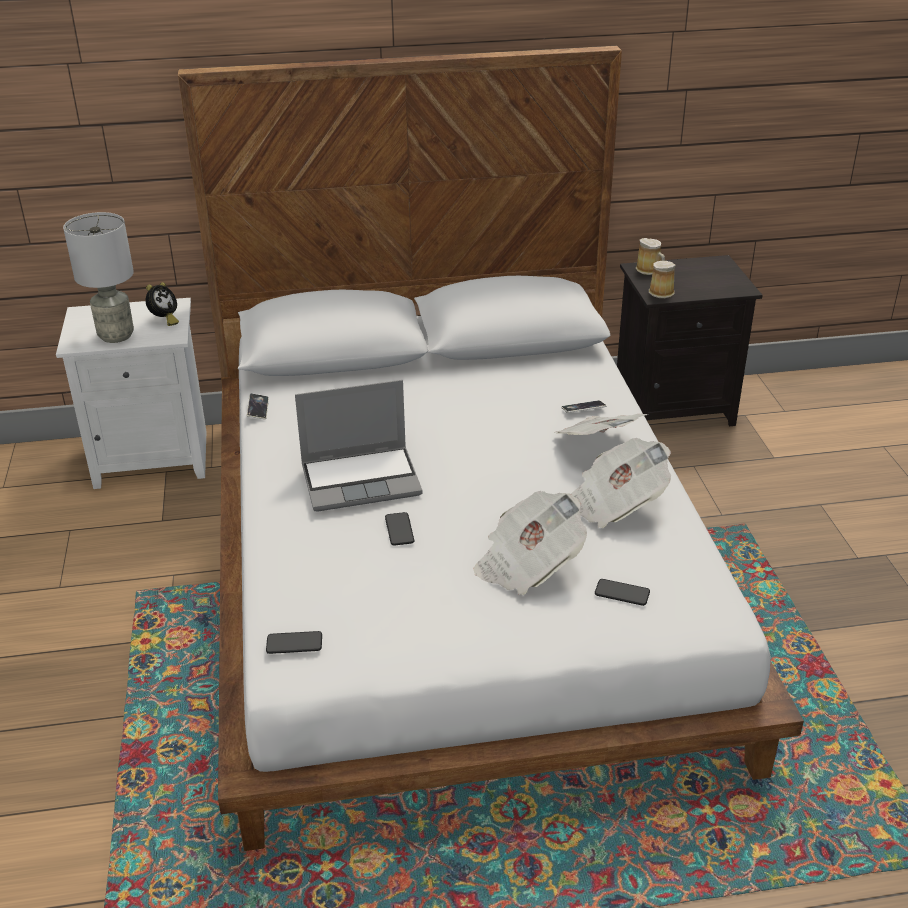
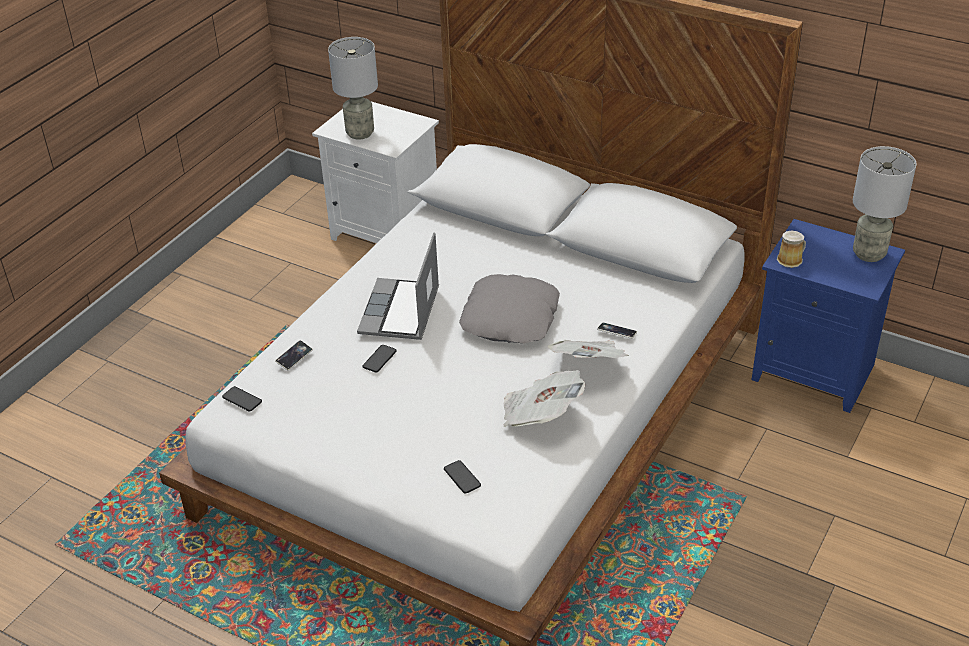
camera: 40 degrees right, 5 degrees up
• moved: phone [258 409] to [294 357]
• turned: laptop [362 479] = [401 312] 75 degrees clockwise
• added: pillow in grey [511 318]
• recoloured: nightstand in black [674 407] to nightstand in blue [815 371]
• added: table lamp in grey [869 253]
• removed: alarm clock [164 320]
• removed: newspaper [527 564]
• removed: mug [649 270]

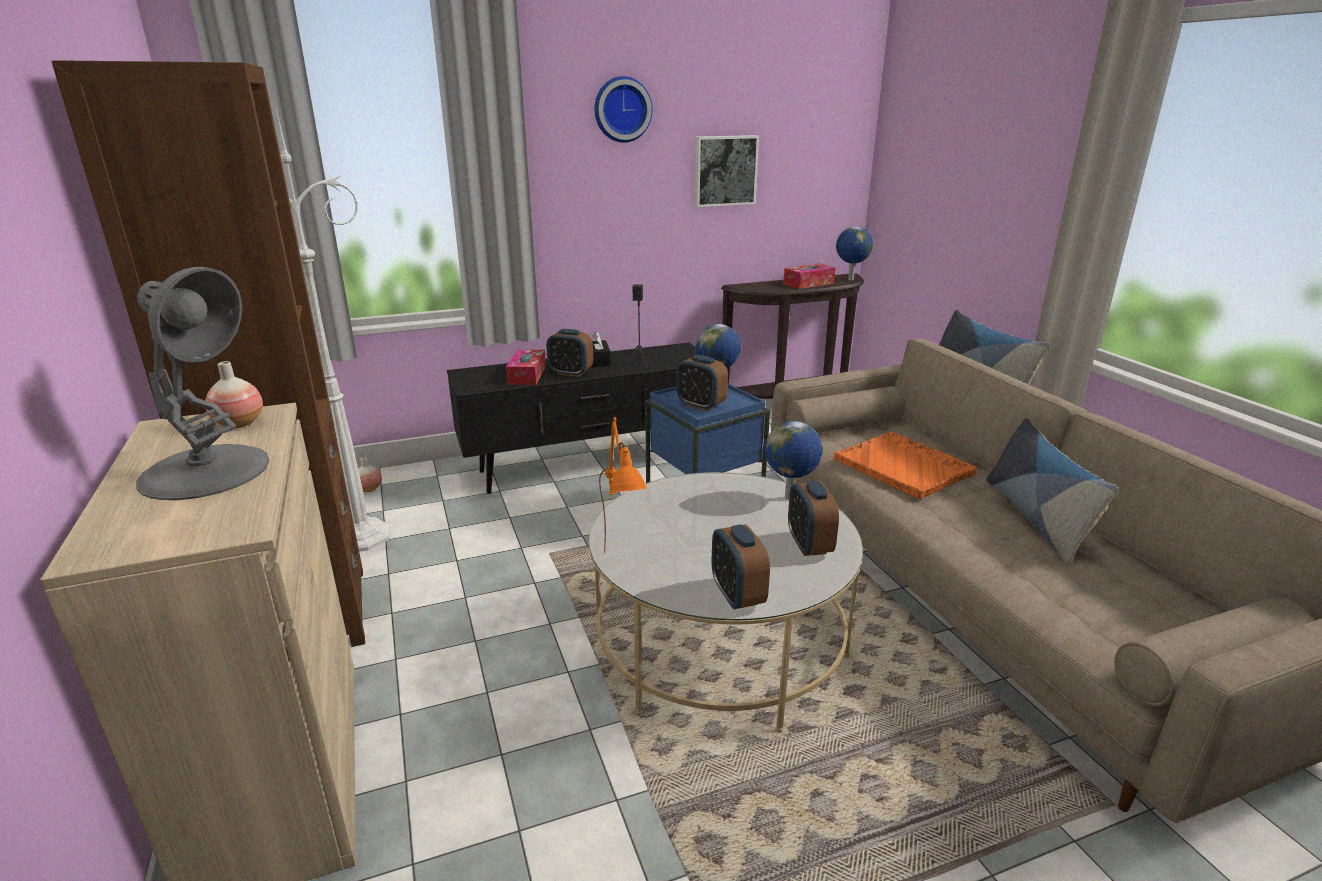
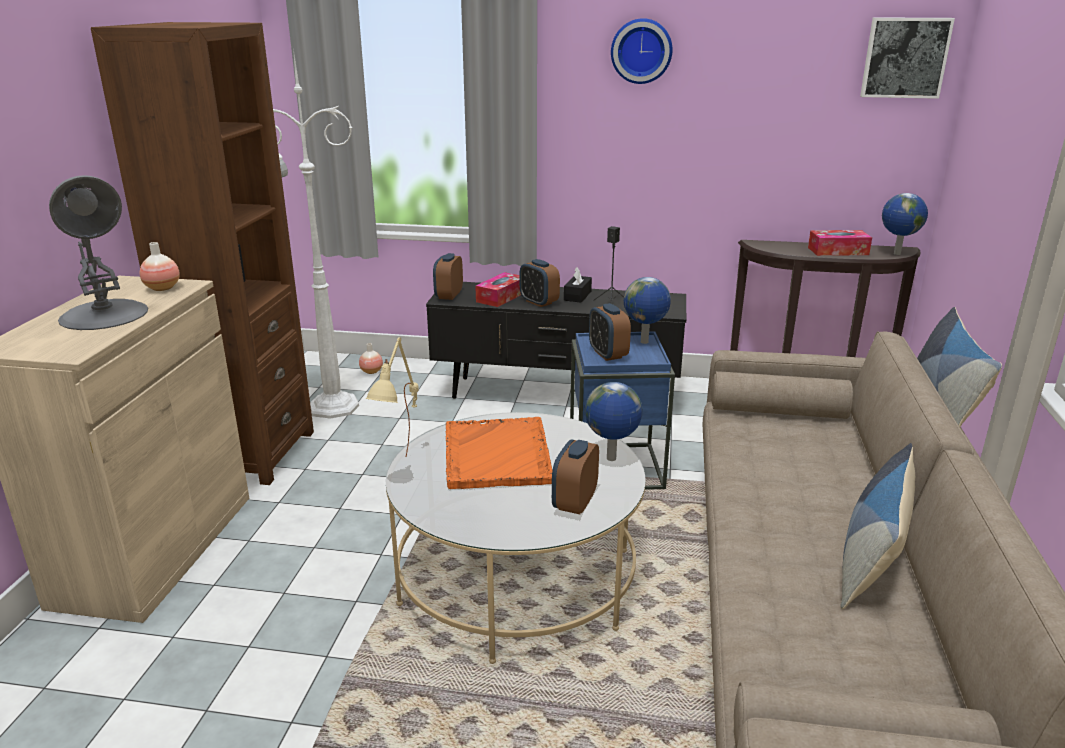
camera: 30 degrees right, 0 degrees up
• recoloured: table lamp in orange [623 569] to table lamp in beige [403 473]
• moved: alarm clock [737 595] to [448 295]
• moved: tray in orange [904 467] to [497 455]
• moved: picture [724 170] to [905 58]

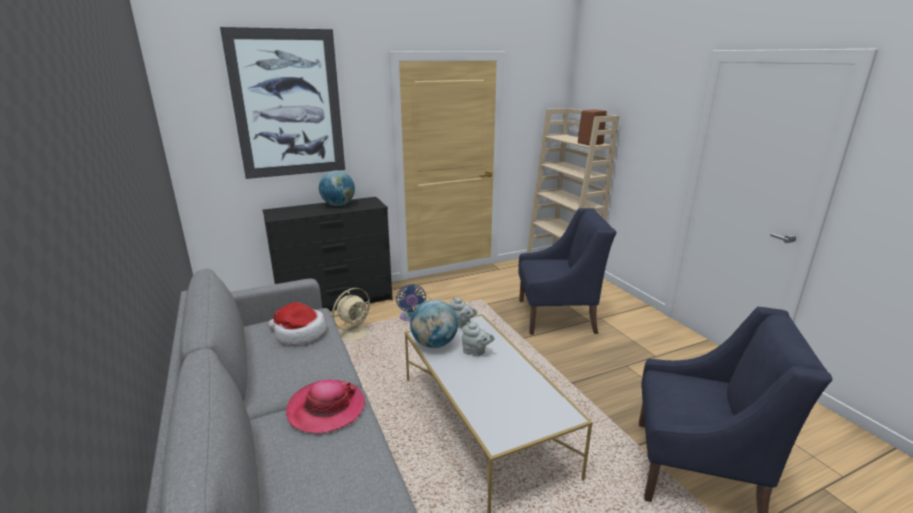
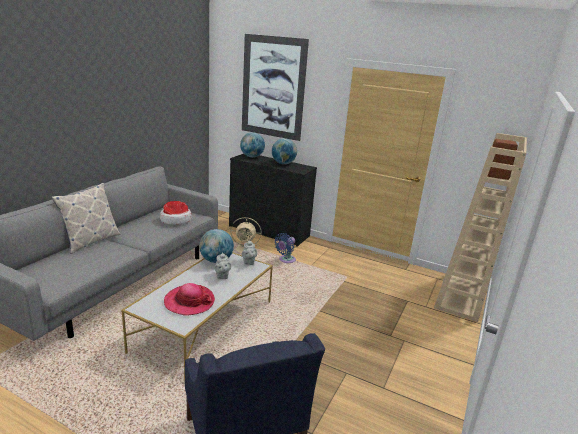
camera: 50 degrees right, 0 degrees up
• added: pillow [90 241]
• moved: hat [326 408] to [189 301]
• added: globe [252 157]
• removed: armchair in blue [557 316]

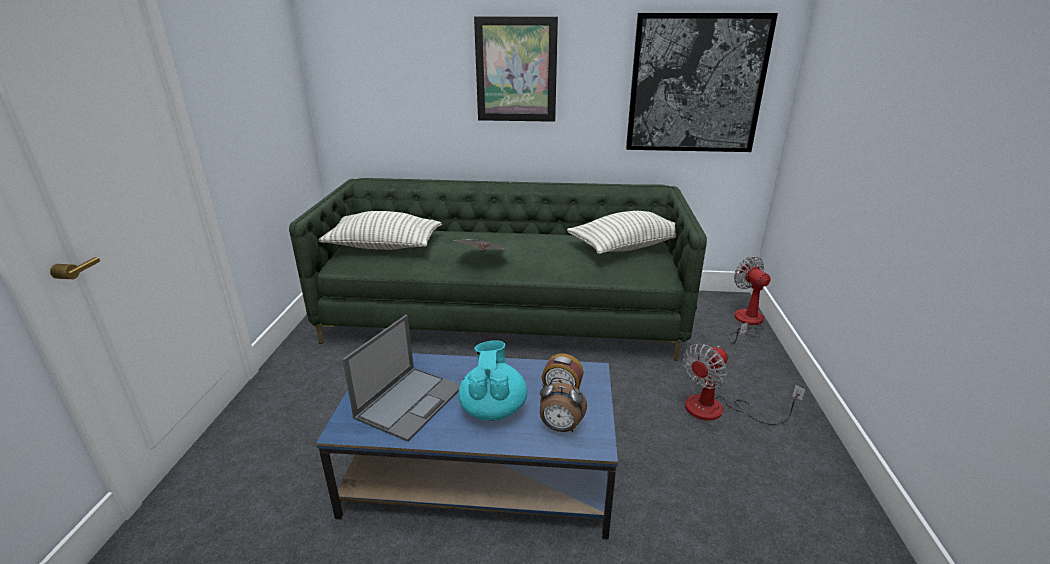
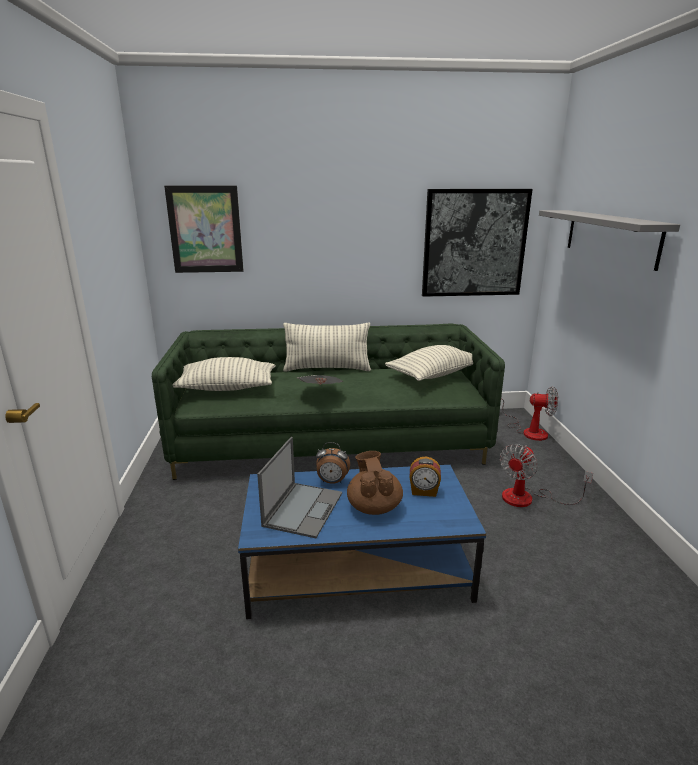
camera: 10 degrees left, 5 degrees down
• moved: picture [516 70] to [205 229]
• added: pillow [327 369]
• moved: alarm clock [560 428] to [332 482]
• recoloured: teapot in turquoise [493 408] to teapot in brown [374 506]
• turned: fan [746 322] = [528 431] 135 degrees clockwise
• added: shelf in grey [610 237]

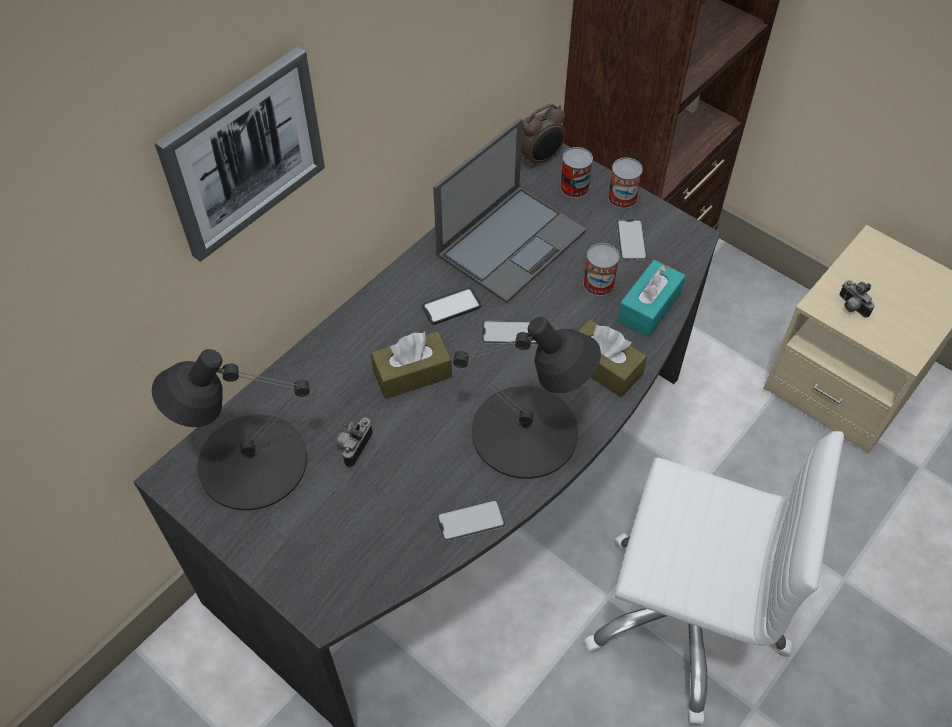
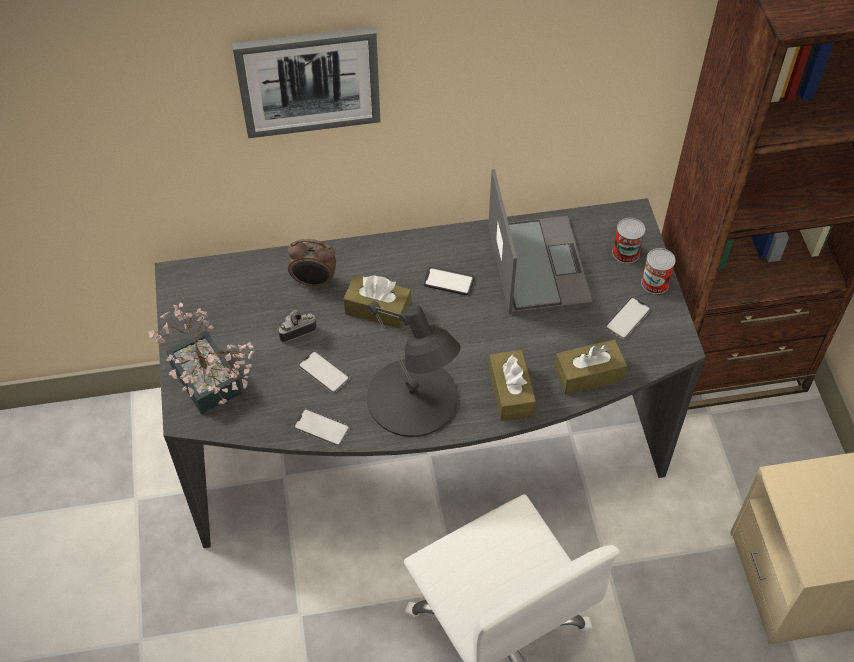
camera: 40 degrees right, 0 degrees up
• added: potted plant [209 386]
• moved: alarm clock [540 159] to [314 282]
• moved: phone [510 333] to [323 372]
• turned: laptop [512 242] = [537 263] 90 degrees counterclockwise
• recoloured: tissue box in turquoise [649 307] to tissue box in brown [588 374]
• removed: table lamp in black [250 461]
• removed: can [598 284]
• removed: photo camera [851 307]

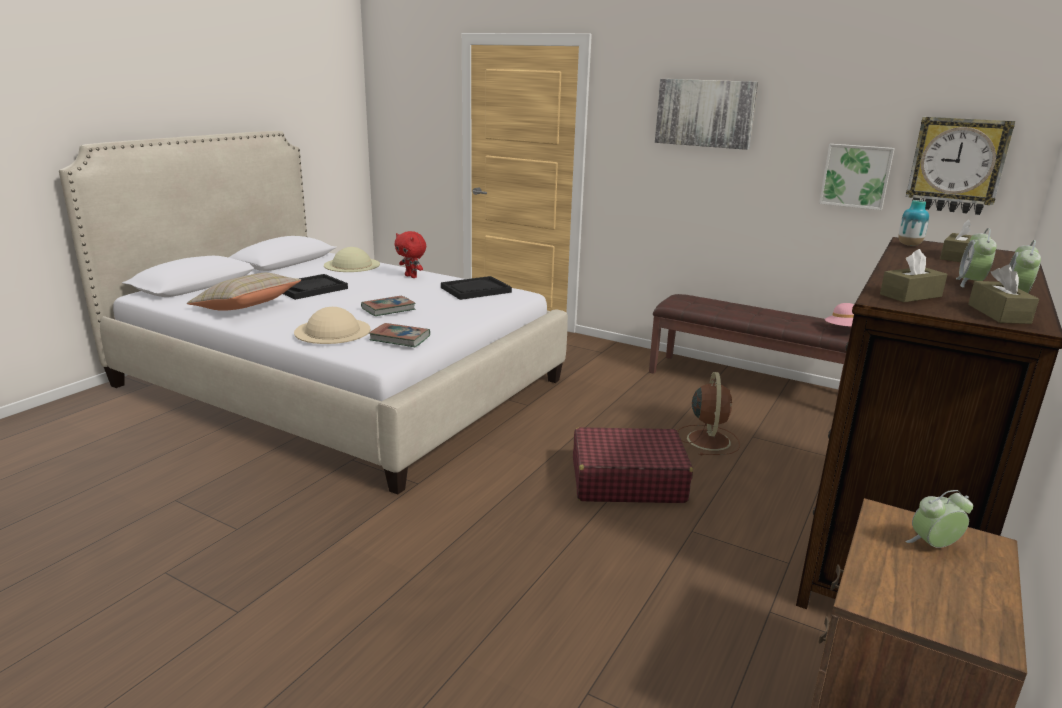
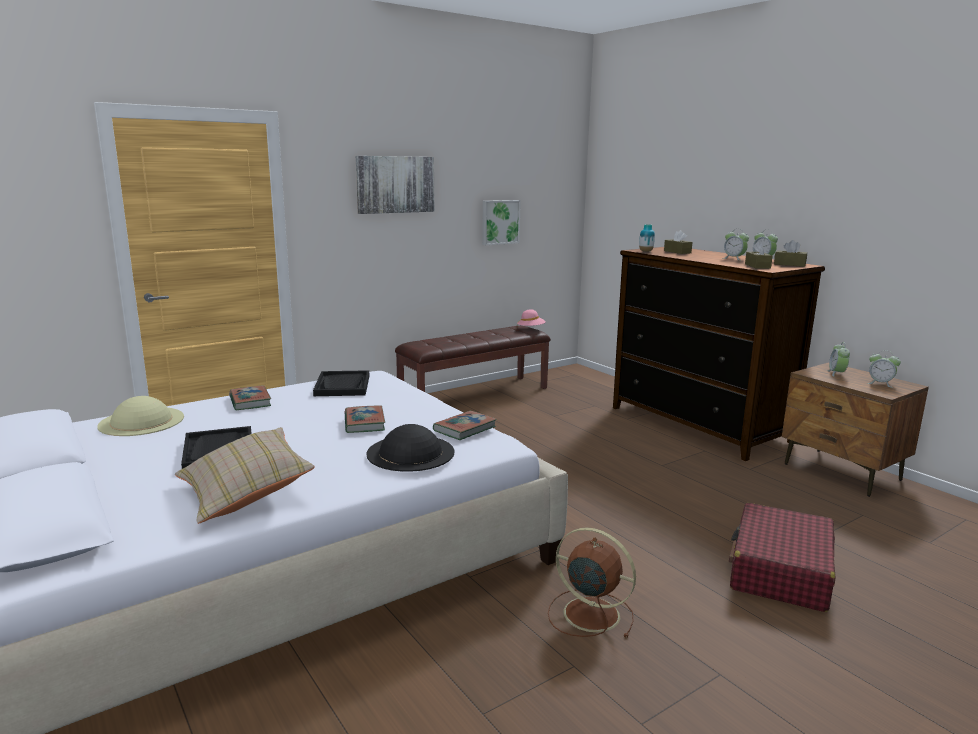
camera: 65 degrees left, 5 degrees down
• replaced: plush toy in red [411 276] to book [250 401]
• recoloured: hat in beige [332 330] to hat in black [410 452]
• moved: fan in brown [708 439] to [589 613]
• moved: suitcase in red [627 480] to [780 571]
• added: alarm clock [880 383]
• removed: wall clock [956 165]

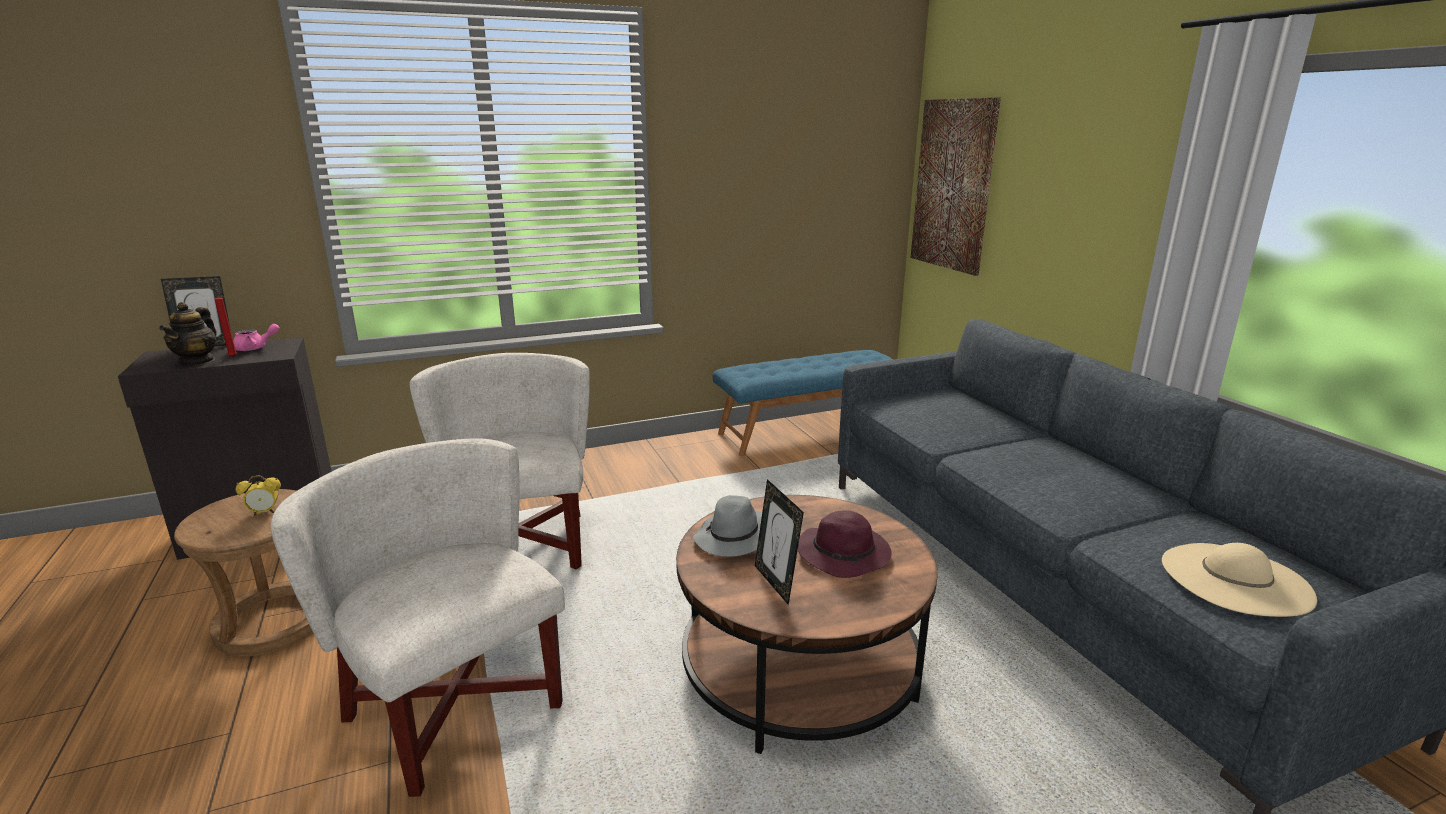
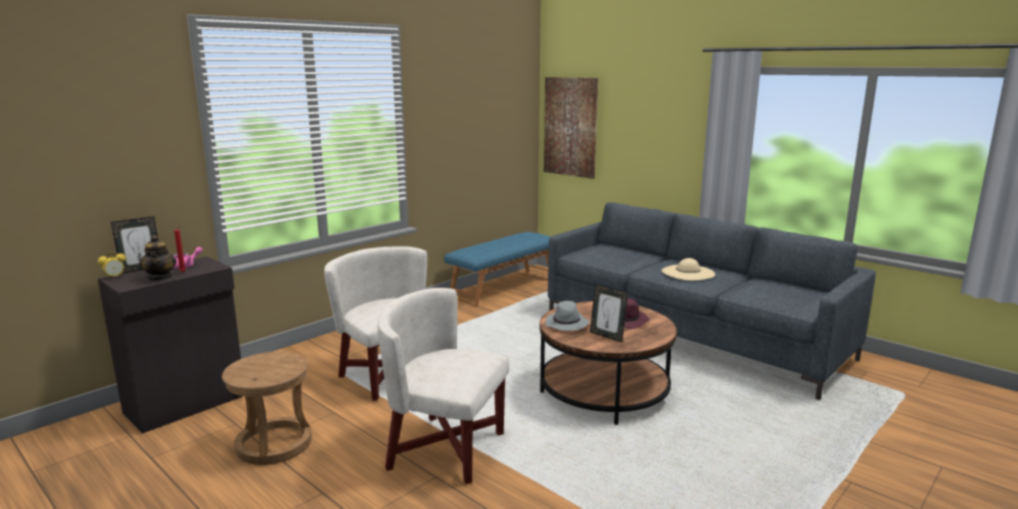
camera: 25 degrees left, 5 degrees down
• moved: alarm clock [264 512] to [115 277]
• moved: hat in beige [1235 579] to [688 273]

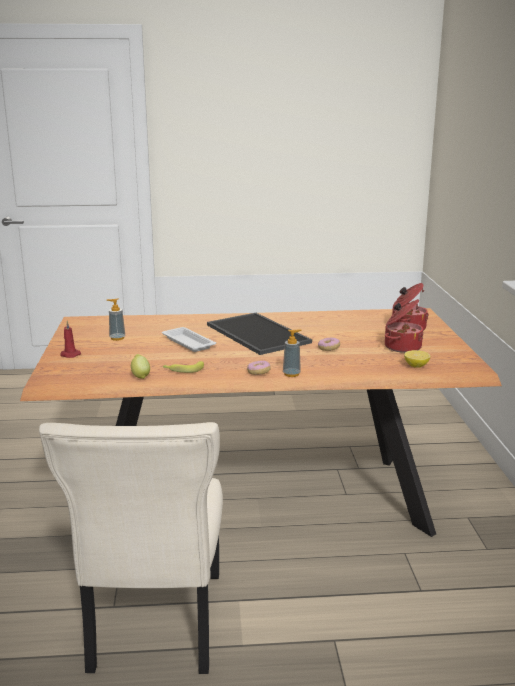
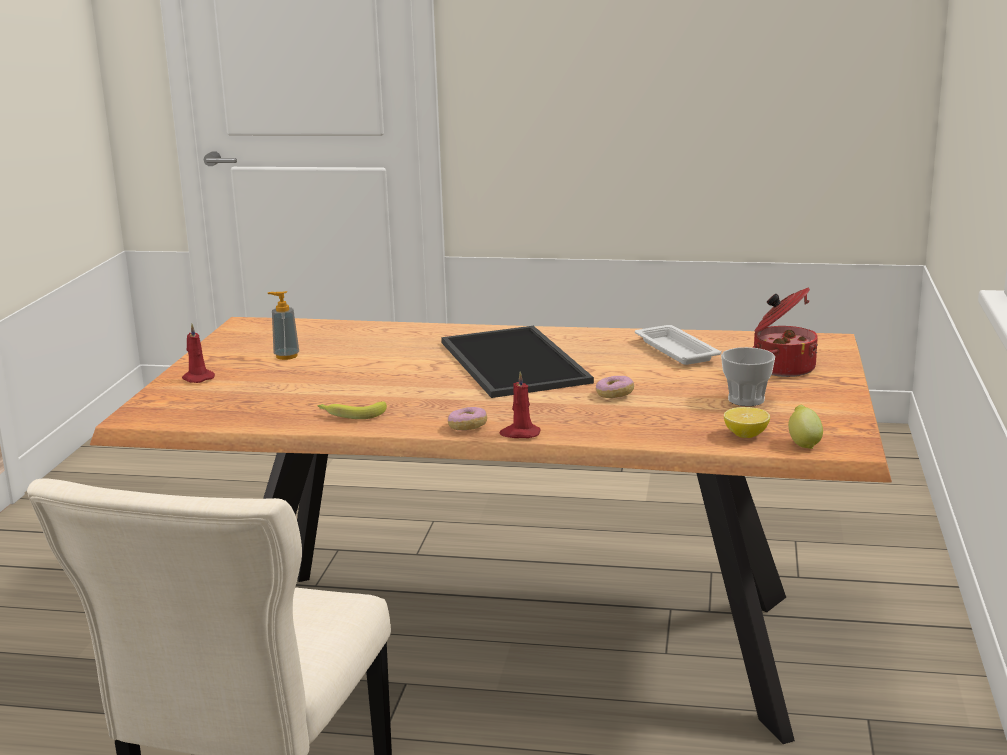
camera: 15 degrees right, 0 degrees up
• replaced: soap dispenser [291 374] to candle in red [519 433]
• moved: tray in white [187 342] to [675 350]
• replaced: cooking pot [401 346] to cup [746 399]
• moved: lemon [140 376] to [803 444]

